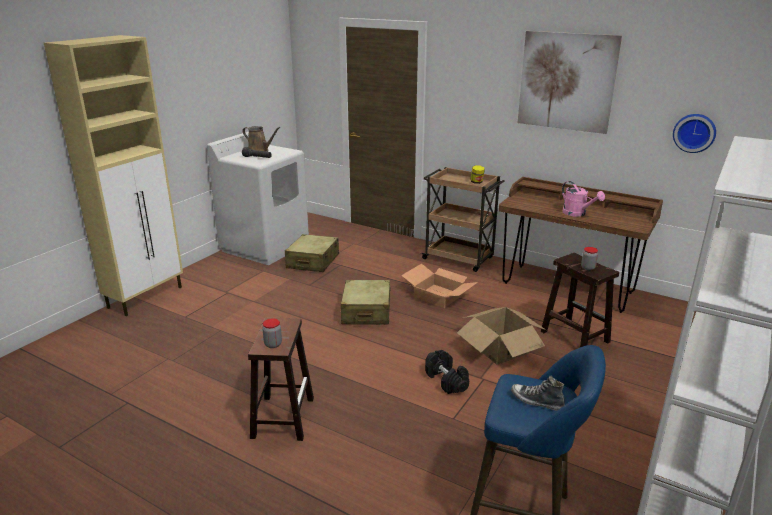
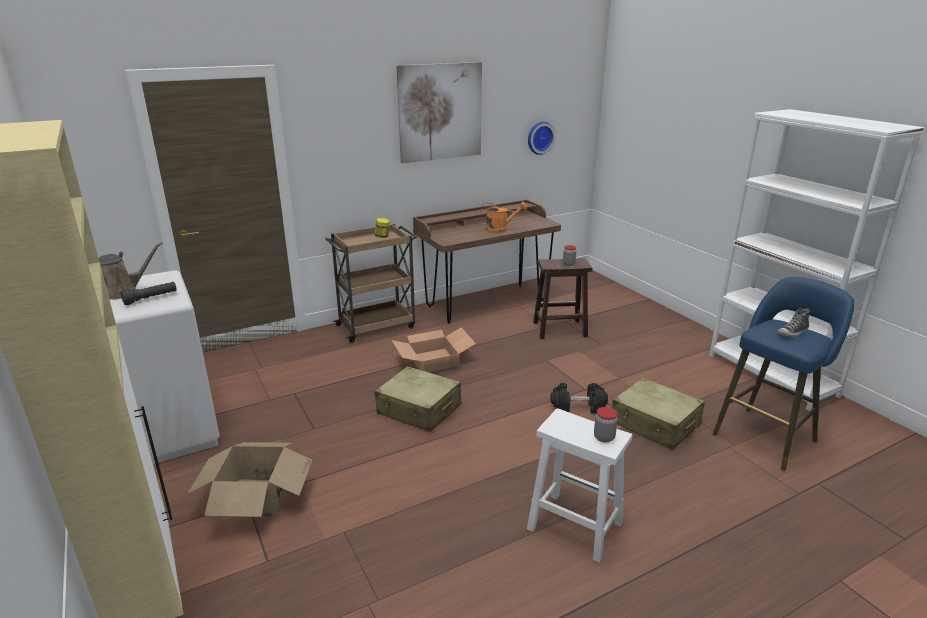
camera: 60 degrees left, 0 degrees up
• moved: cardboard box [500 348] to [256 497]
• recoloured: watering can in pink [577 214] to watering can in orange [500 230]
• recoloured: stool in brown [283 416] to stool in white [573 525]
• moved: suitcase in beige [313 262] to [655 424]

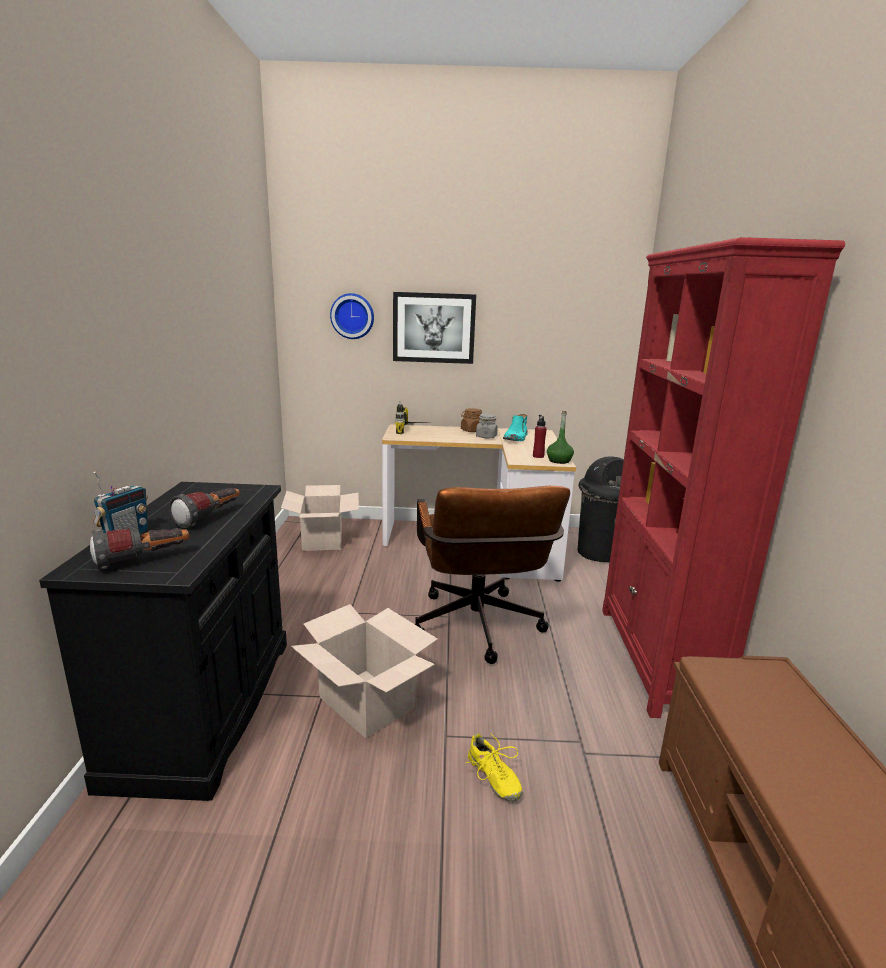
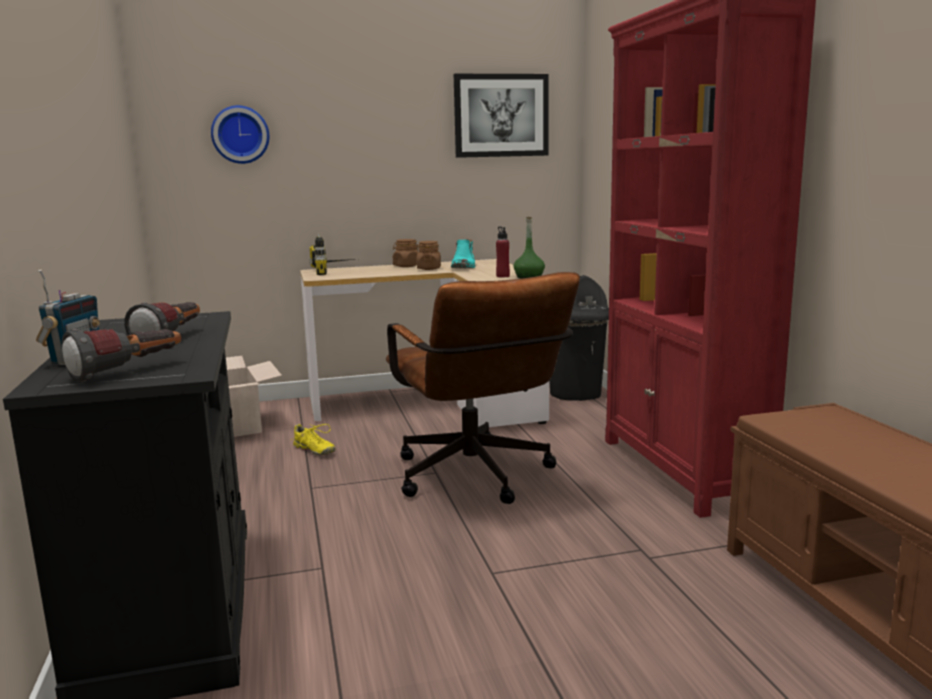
camera: 15 degrees left, 5 degrees down
• moved: shoe in yellow [493 777] to [314 450]
• recoloured: jar in grey [486 436] to jar in brown [429 268]
• moved: picture [434 328] to [501 115]
• removed: cardboard box [365 702]

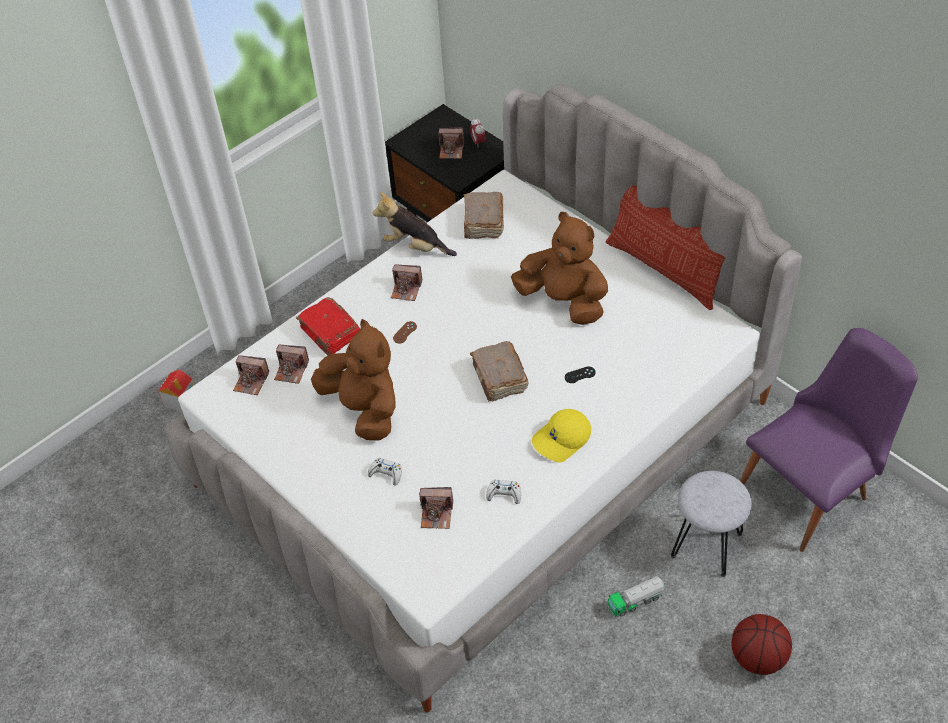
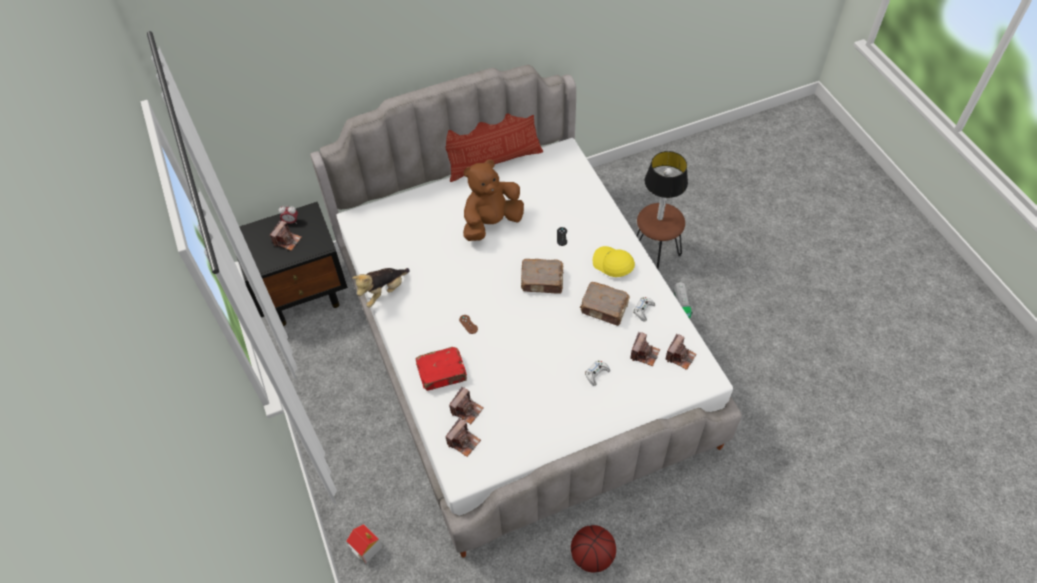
camera: 70 degrees left, 5 degrees up
• moved: basketball [757 657] to [591 556]
• moved: book in brown [483 223] to [604 308]
• turned: cap in yellow [561 440] = [612 264] 150 degrees clockwise
• recoloured: stool in grey [707 545] to stool in brown [655 254]
• added: table lamp [660 217]
• moved: photo camera [406 289] to [680 356]
• removed: plush toy in brown [364 409]
• removed: chair in purple [812 490]

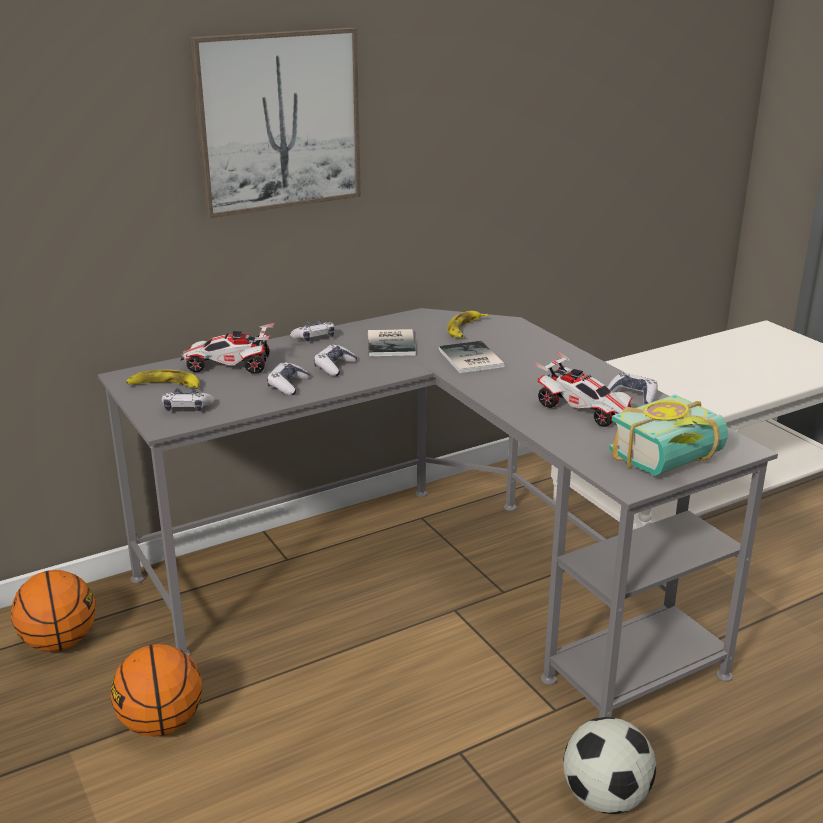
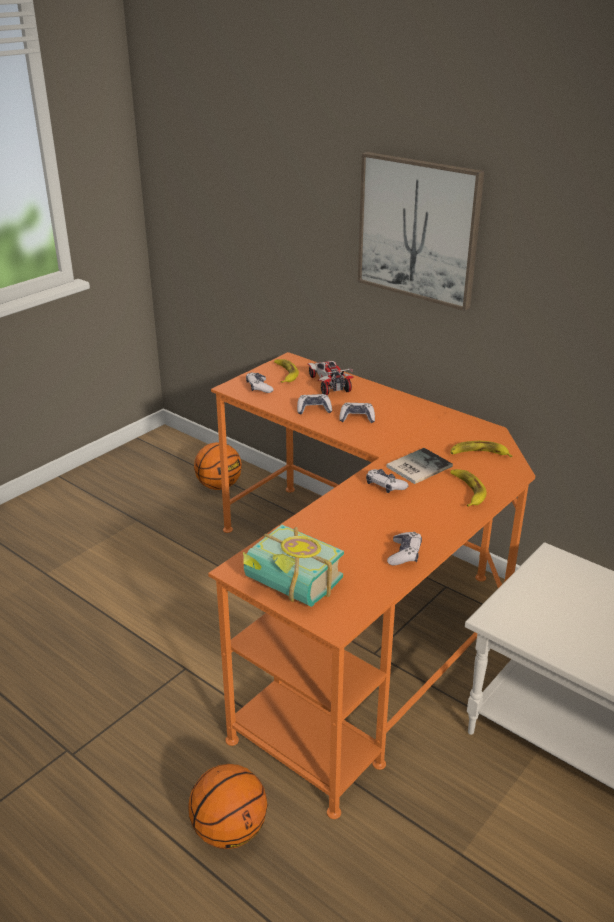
camera: 70 degrees right, 5 degrees up
• moved: basketball [162 724] to [229 830]
• recoloured: desk in grey [428 584] to desk in orange [359 611]
• moved: game controller [314 338] to [385 486]
• added: banana [467 490]
• removed: book [393 343]
• removed: toy car [583 410]
• removed: football [605 797]

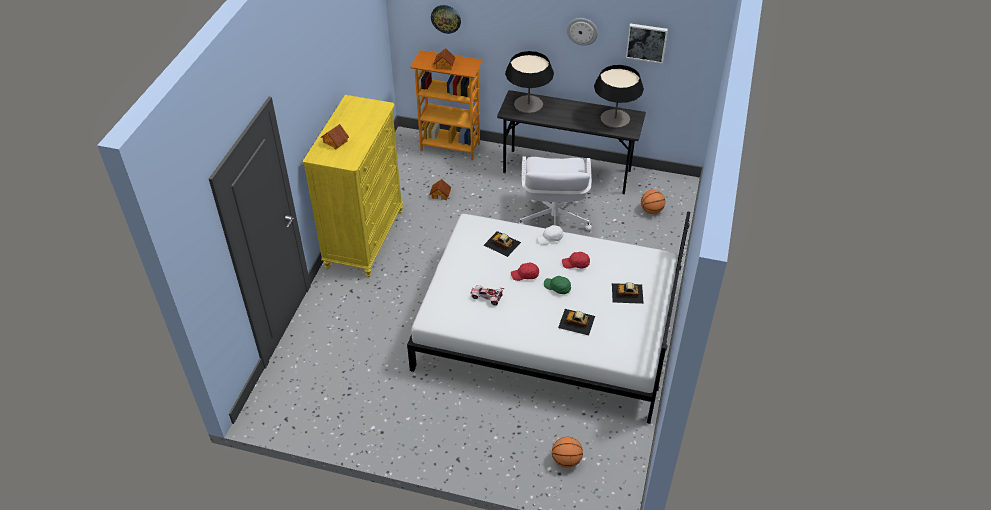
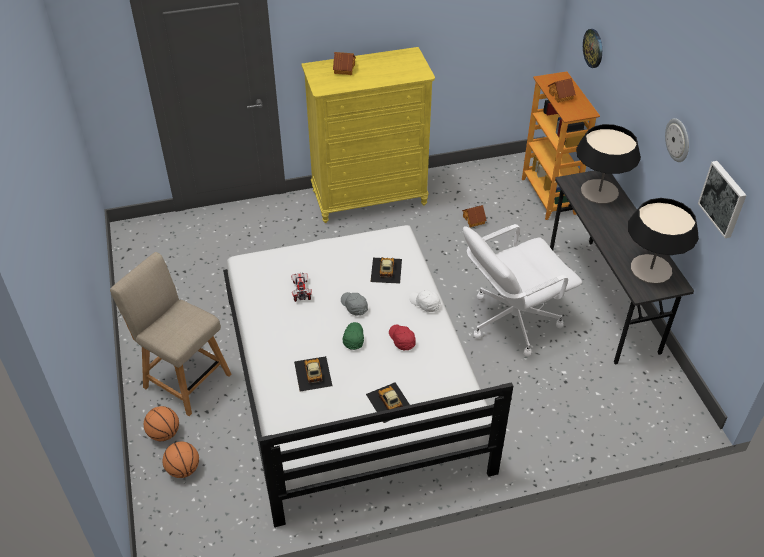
camera: 60 degrees right, 0 degrees up
• added: chair in beige [184 378]
• moved: basketball [651 210] to [164 433]
• recoloured: cap in red [525 275] to cap in grey [354 306]

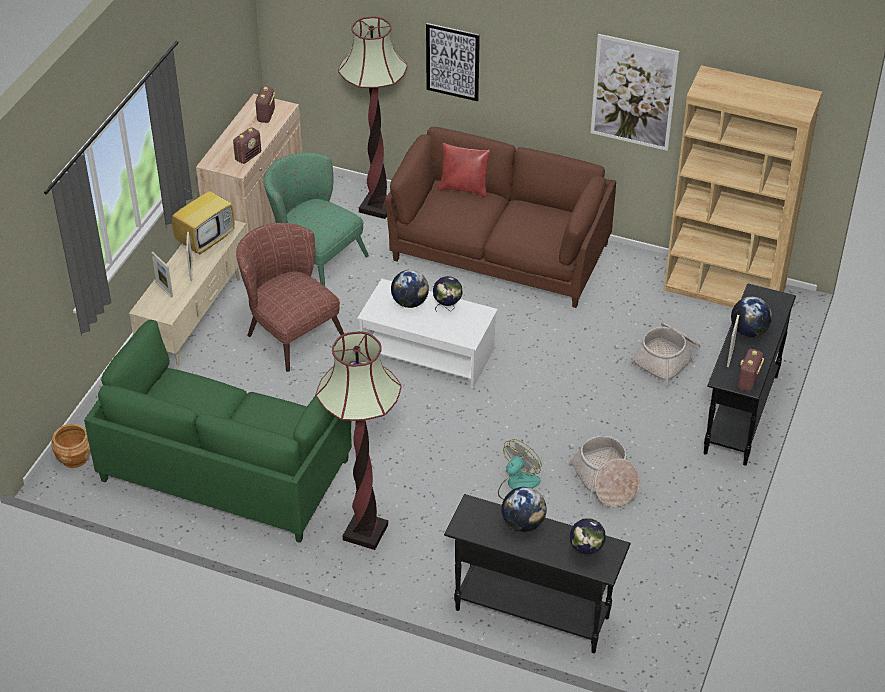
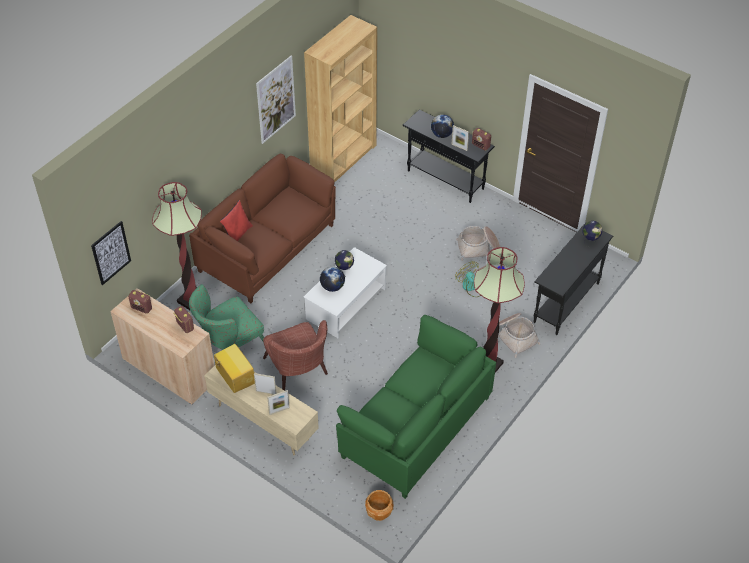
camera: 75 degrees left, 5 degrees up
• moved: picture [452 61] to [111 253]
• turned: armchair in brown [289 331] = [298 371] 90 degrees counterclockwise
• moved: basket [667 359] to [514 336]
• removed: globe [523 523]

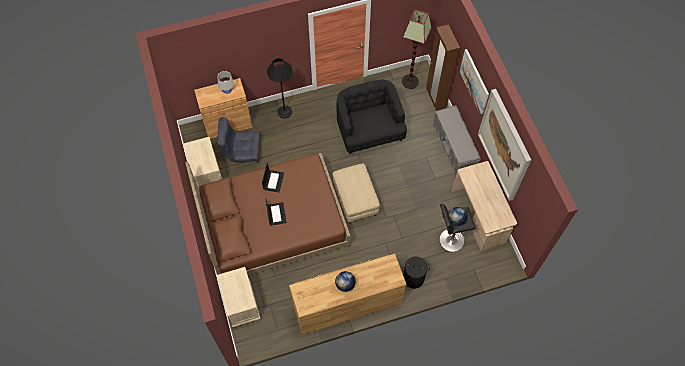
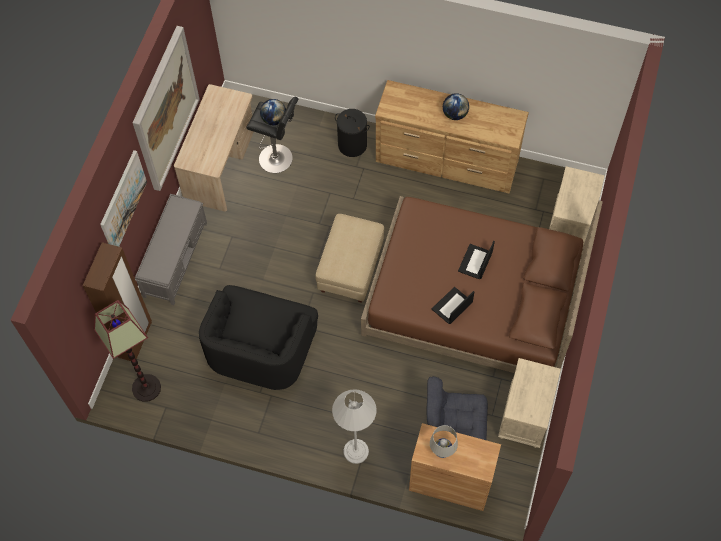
camera: 145 degrees left, 0 degrees up
• recoloured: floor lamp in black [284 112] to floor lamp in white [356 451]
• turned: armchair in grey [242 151] = [454 425] 150 degrees clockwise

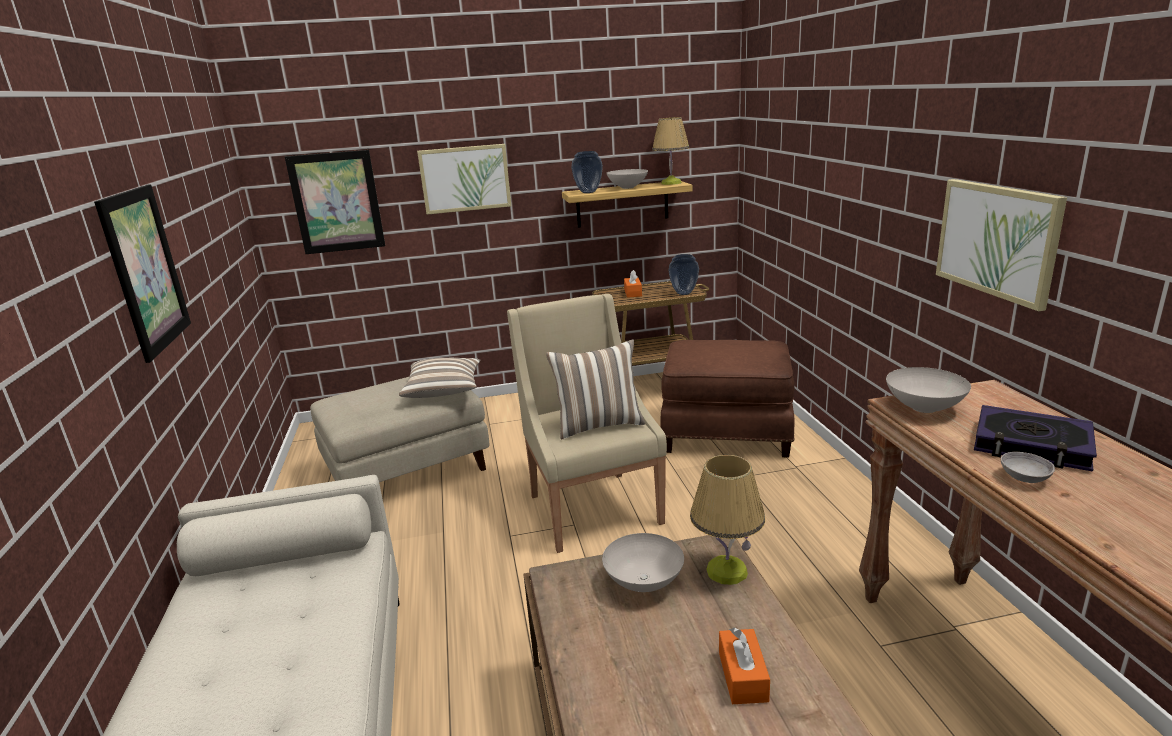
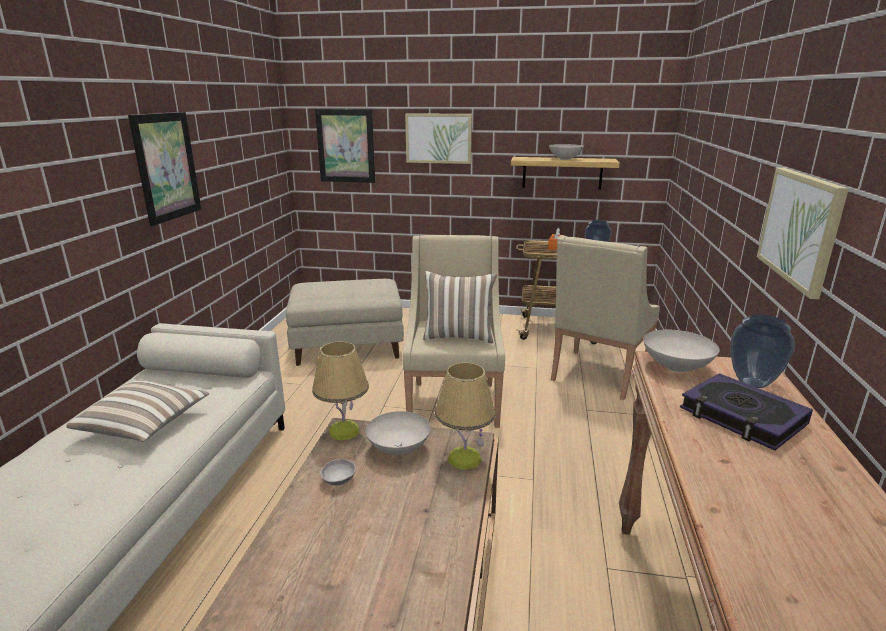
camera: 20 degrees right, 0 degrees up
• moved: pillow [444 390] to [145 425]
• moved: table lamp [671 183] to [344 431]
• moved: bowl in grey [1024 478] to [339 480]
• replaced: ottoman in brown [726 434] to armchair in beige [597 375]
• moved: vase [588 192] to [751 383]
• removed: tissue box in orange [743 676]

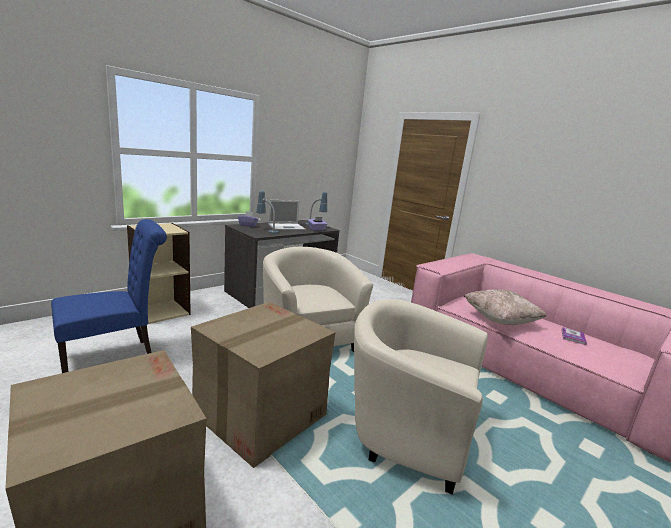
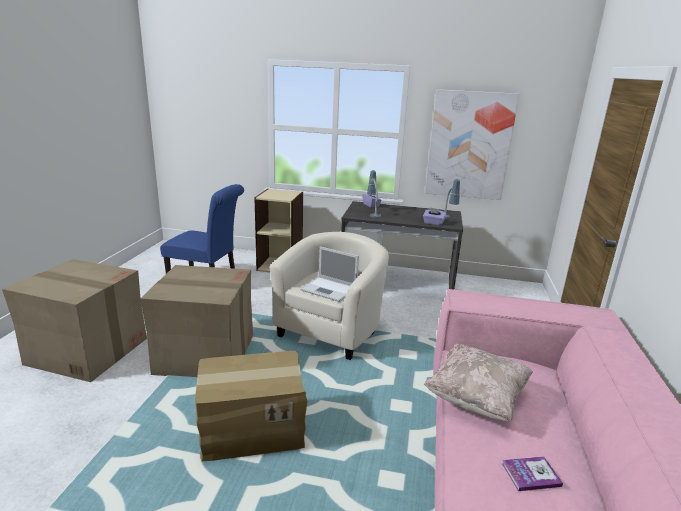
camera: 55 degrees right, 5 degrees up
• replaced: armchair in beige [406 433] to cardboard box [252 429]
• moved: laptop [287 227] to [330 289]
• added: picture [469 145]

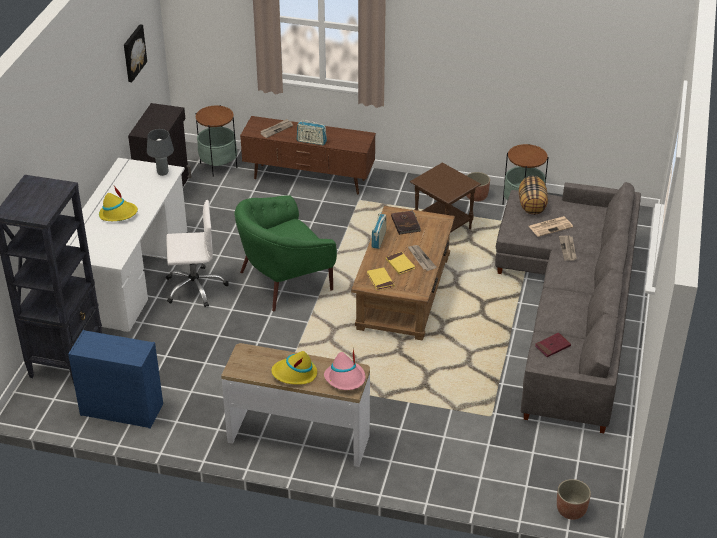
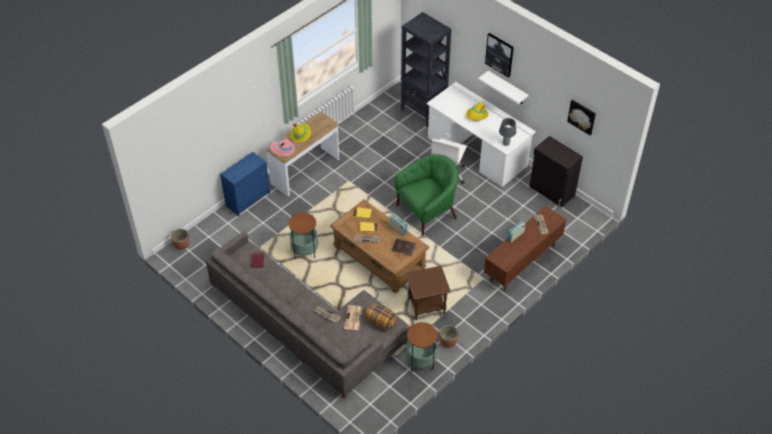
camera: 120 degrees right, 10 degrees up
• moved: dresser in blue [120 409] to [248 199]
• moved: side table [218 165] to [305 251]
• turned: armchair in green [284 280] = [427 212] 60 degrees clockwise
• added: shelf in white [507 88]
• added: picture [499 54]

